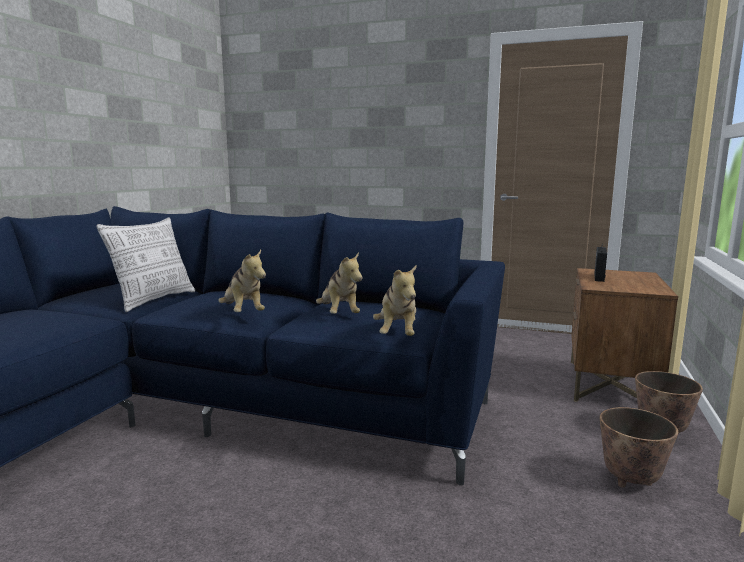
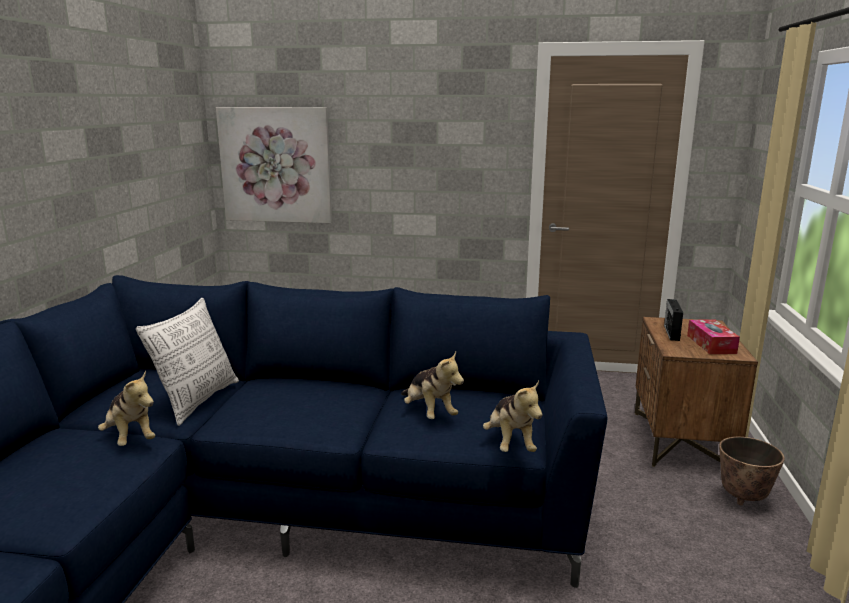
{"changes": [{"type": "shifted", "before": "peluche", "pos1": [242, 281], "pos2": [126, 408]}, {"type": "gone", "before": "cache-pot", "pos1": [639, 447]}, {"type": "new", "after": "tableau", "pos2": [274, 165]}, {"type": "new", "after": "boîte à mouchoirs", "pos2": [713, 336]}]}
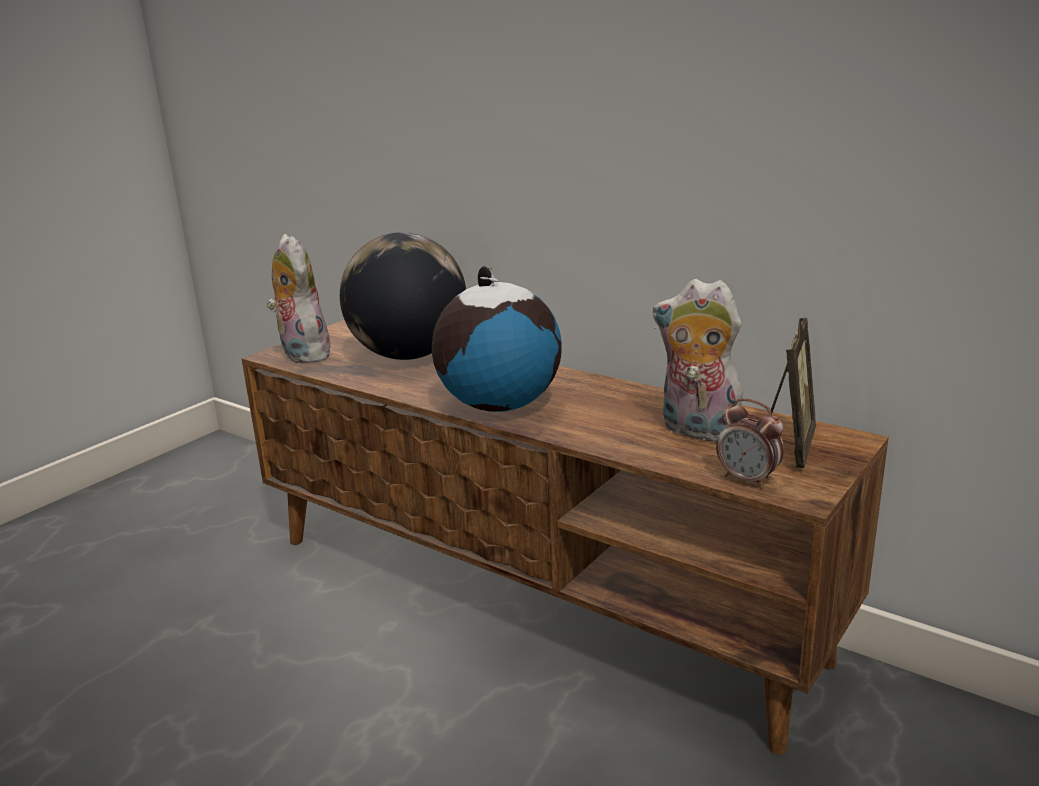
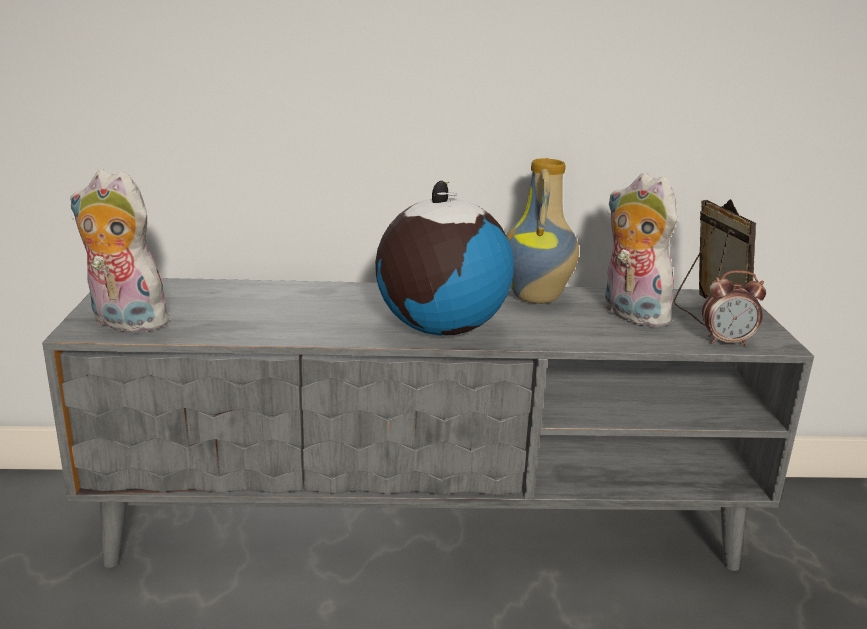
{"changes": [{"type": "repainted", "before": "meuble télé/marron", "after": "meuble télé/gris", "pos1": [565, 537], "pos2": [428, 424]}, {"type": "gone", "before": "globe", "pos1": [403, 296]}, {"type": "rotated", "before": "peluche", "pos1": [698, 360], "pos2": [641, 250], "turn": 60}, {"type": "new", "after": "vase", "pos2": [542, 231]}]}
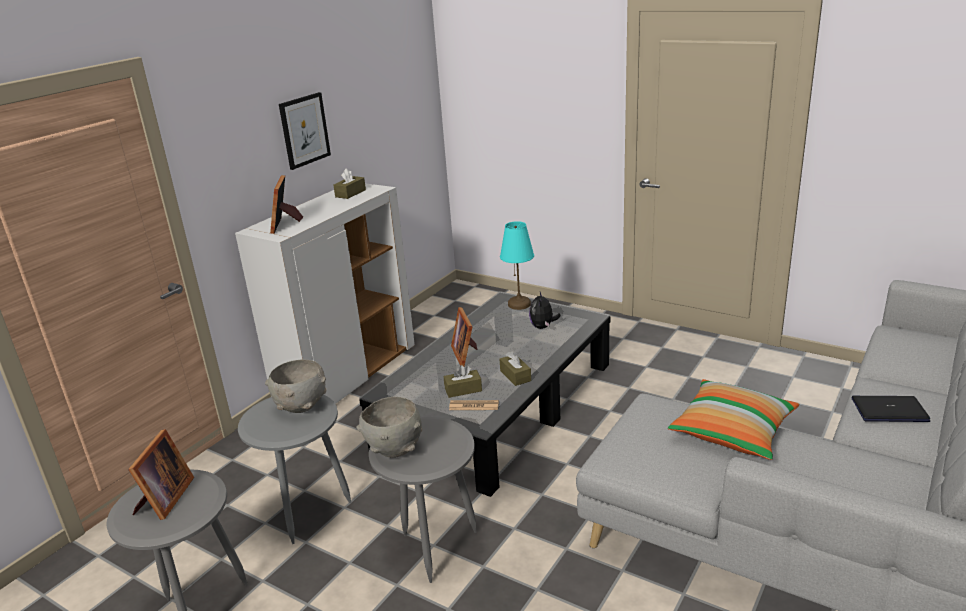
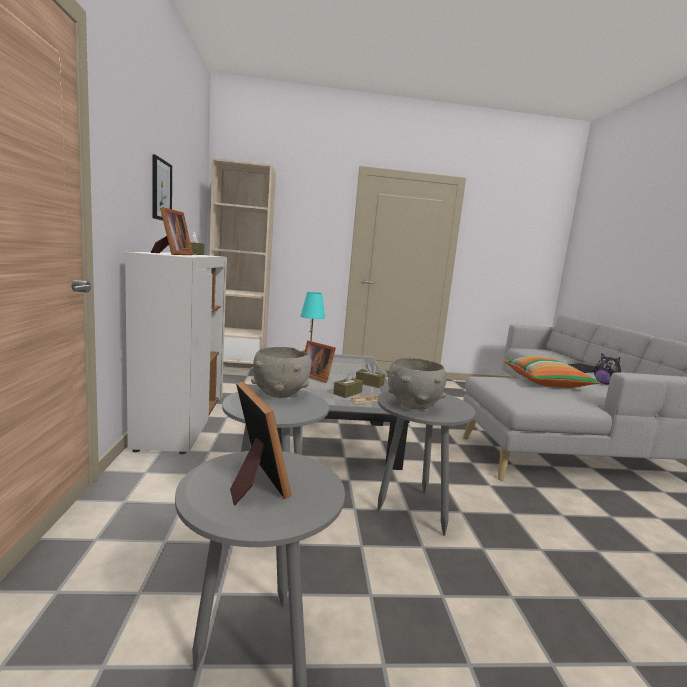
{"changes": [{"type": "rotated", "before": "cadre photo", "pos1": [286, 204], "pos2": [172, 231], "turn": -135}, {"type": "shifted", "before": "peluche", "pos1": [545, 310], "pos2": [607, 369]}, {"type": "new", "after": "bibliothèque/beige", "pos2": [243, 261]}]}
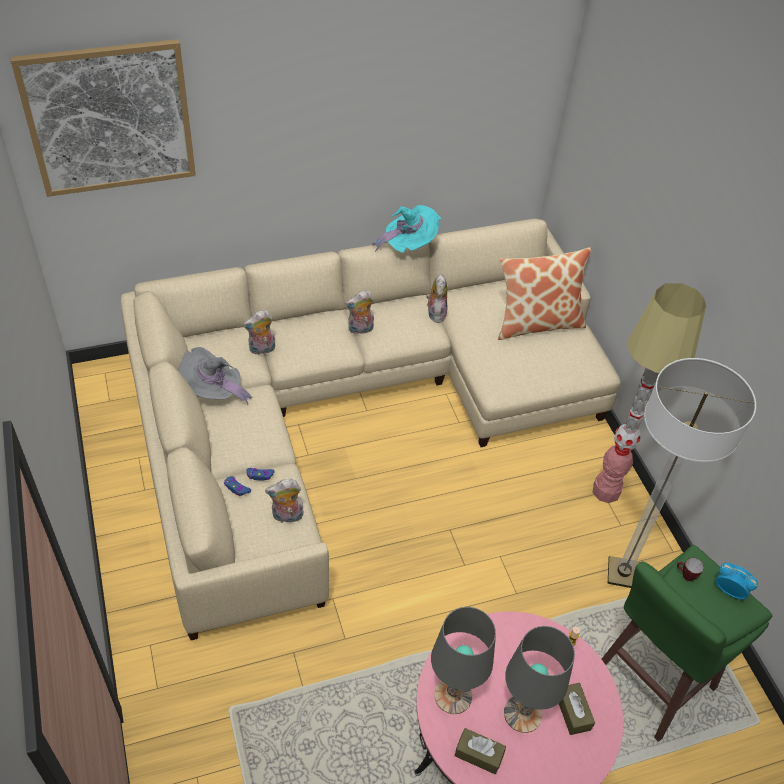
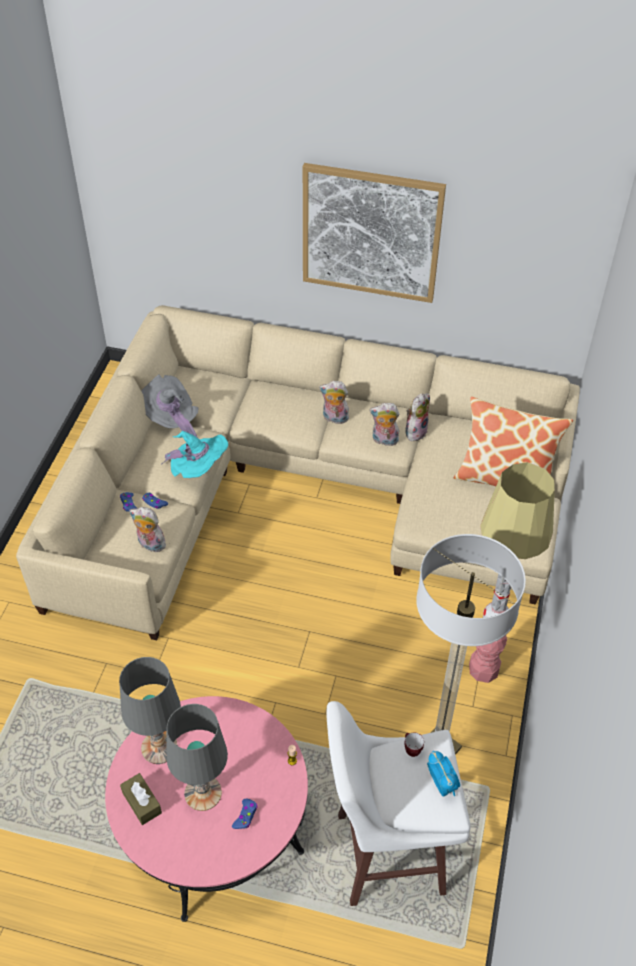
{"changes": [{"type": "shifted", "before": "tableau", "pos1": [103, 118], "pos2": [374, 233]}, {"type": "shifted", "before": "peluche", "pos1": [259, 332], "pos2": [384, 424]}, {"type": "shifted", "before": "chapeau/turquoise", "pos1": [406, 229], "pos2": [194, 454]}, {"type": "swapped", "before": "boîte à mouchoirs/marron", "after": "manette/bleu", "pos1": [577, 709], "pos2": [245, 814]}, {"type": "repainted", "before": "tabouret/vert", "after": "tabouret/blanc", "pos1": [687, 643], "pos2": [398, 803]}]}
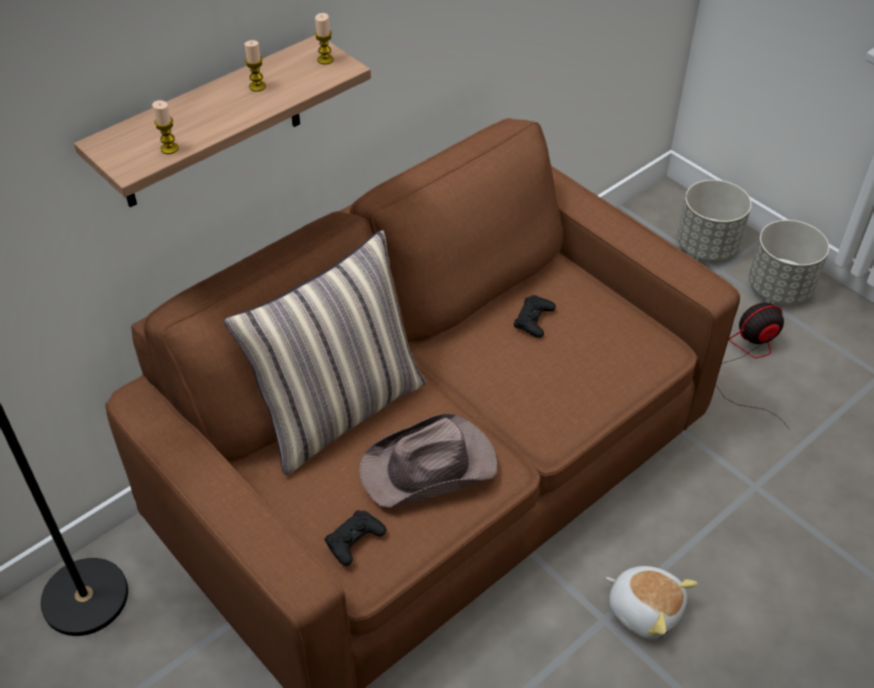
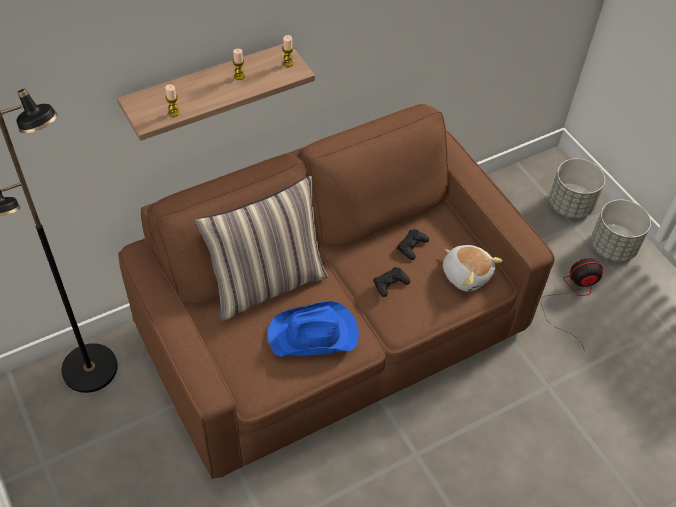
{"changes": [{"type": "shifted", "before": "manette/noir", "pos1": [355, 538], "pos2": [391, 282]}, {"type": "repainted", "before": "chapeau/marron", "after": "chapeau/bleu", "pos1": [428, 460], "pos2": [313, 329]}, {"type": "shifted", "before": "peluche", "pos1": [652, 603], "pos2": [473, 268]}]}
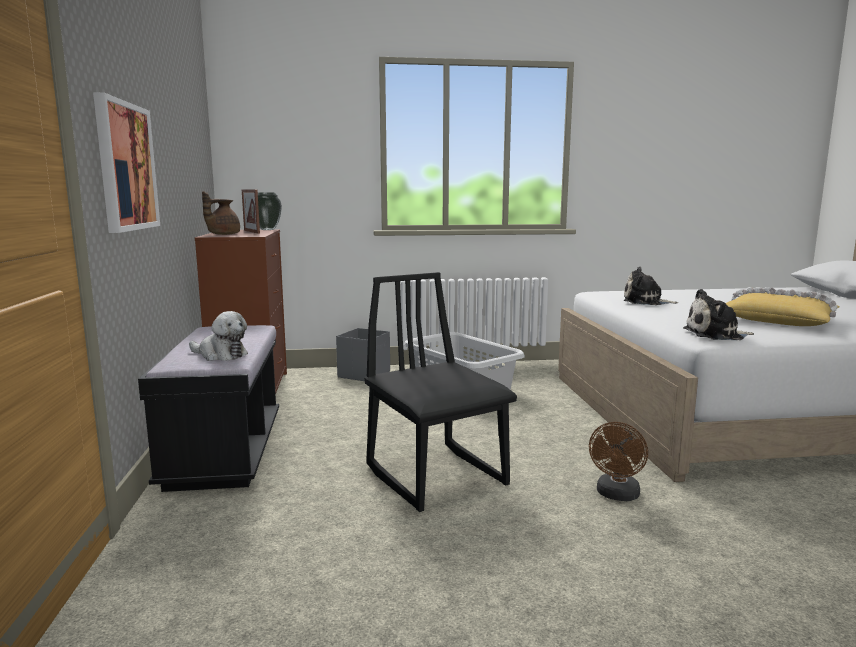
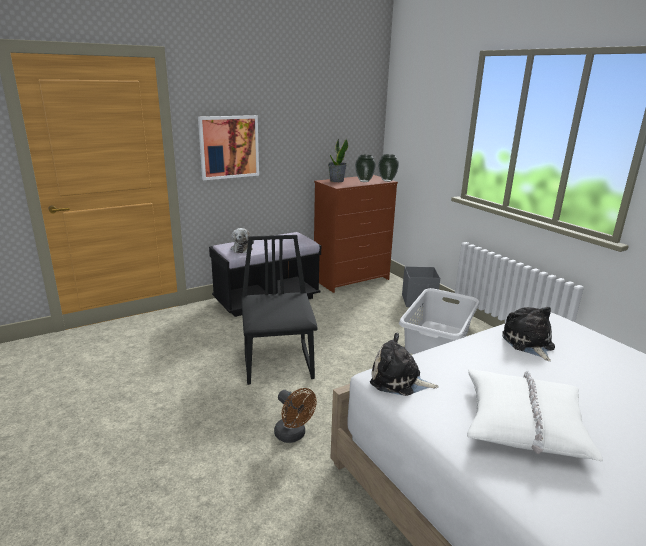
{"changes": [{"type": "swapped", "before": "théière/marron", "after": "plante en pot", "pos1": [221, 213], "pos2": [338, 160]}, {"type": "swapped", "before": "cadre photo", "after": "vase", "pos1": [251, 211], "pos2": [365, 168]}, {"type": "rotated", "before": "chaise/noir", "pos1": [440, 392], "pos2": [279, 310], "turn": -45}, {"type": "rotated", "before": "ventilateur/marron", "pos1": [618, 461], "pos2": [295, 415], "turn": -135}, {"type": "rotated", "before": "peluche", "pos1": [718, 314], "pos2": [404, 364], "turn": -45}, {"type": "repainted", "before": "coussin/jaune", "after": "coussin/blanc", "pos1": [783, 306], "pos2": [535, 415]}]}
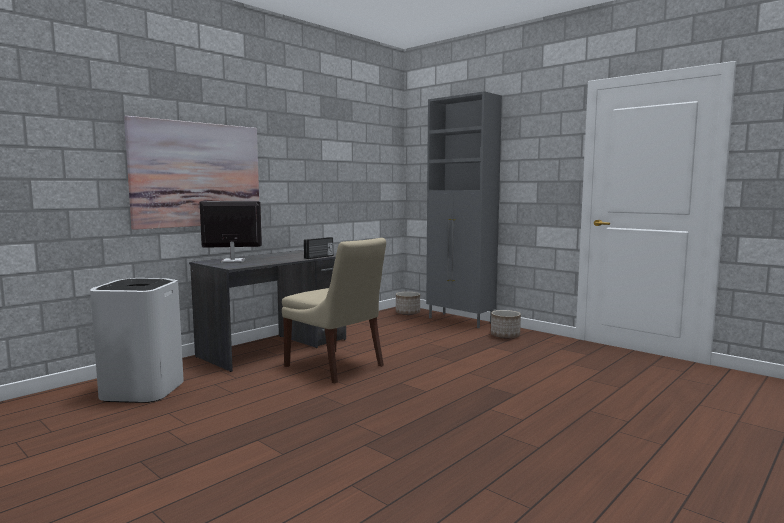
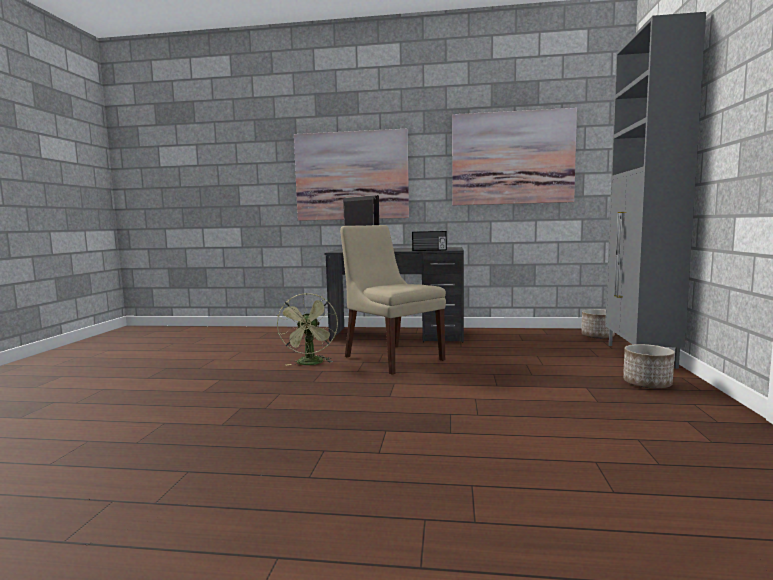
{"changes": [{"type": "gone", "before": "poubelle/blanc", "pos1": [137, 340]}, {"type": "rotated", "before": "chaise/beige", "pos1": [334, 311], "pos2": [393, 300], "turn": 135}, {"type": "new", "after": "ventilateur/vert", "pos2": [307, 329]}, {"type": "new", "after": "tableau", "pos2": [514, 156]}]}
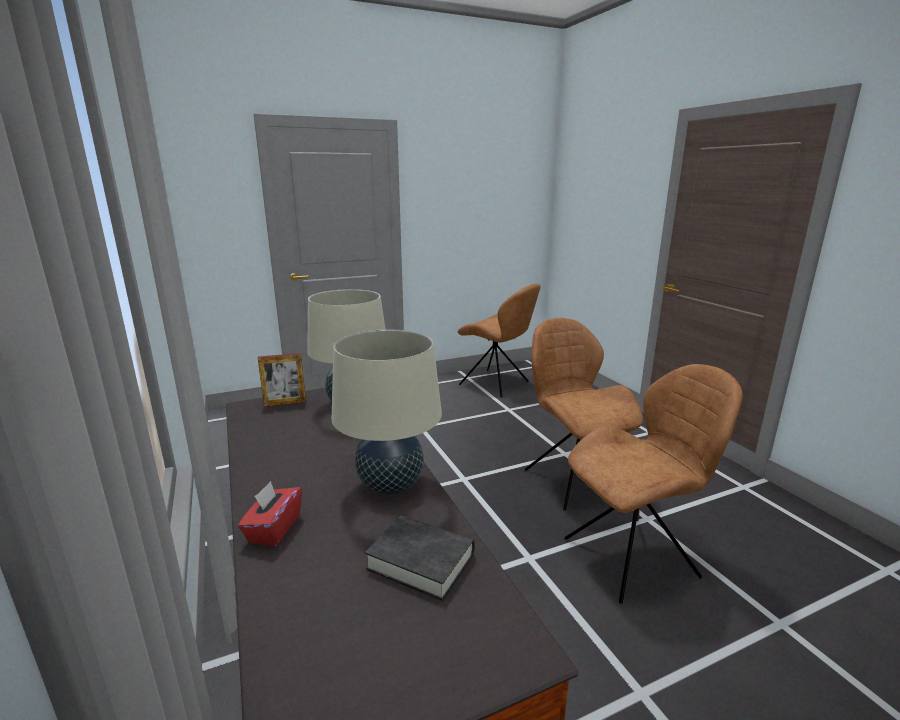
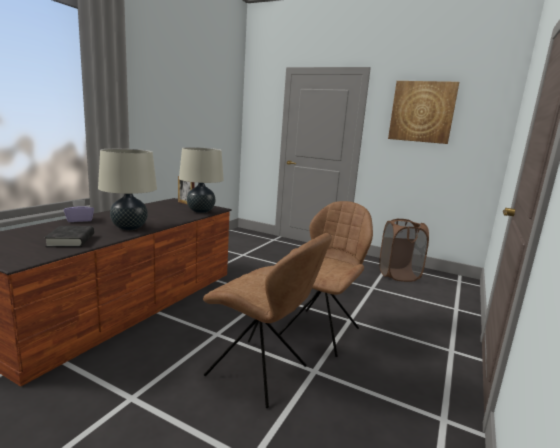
{"changes": [{"type": "repainted", "before": "boîte à mouchoirs/rouge", "after": "boîte à mouchoirs/violet", "pos1": [270, 513], "pos2": [79, 211]}, {"type": "swapped", "before": "chaise/marron", "after": "panier à linge/marron", "pos1": [499, 340], "pos2": [404, 250]}, {"type": "new", "after": "tableau", "pos2": [423, 112]}]}
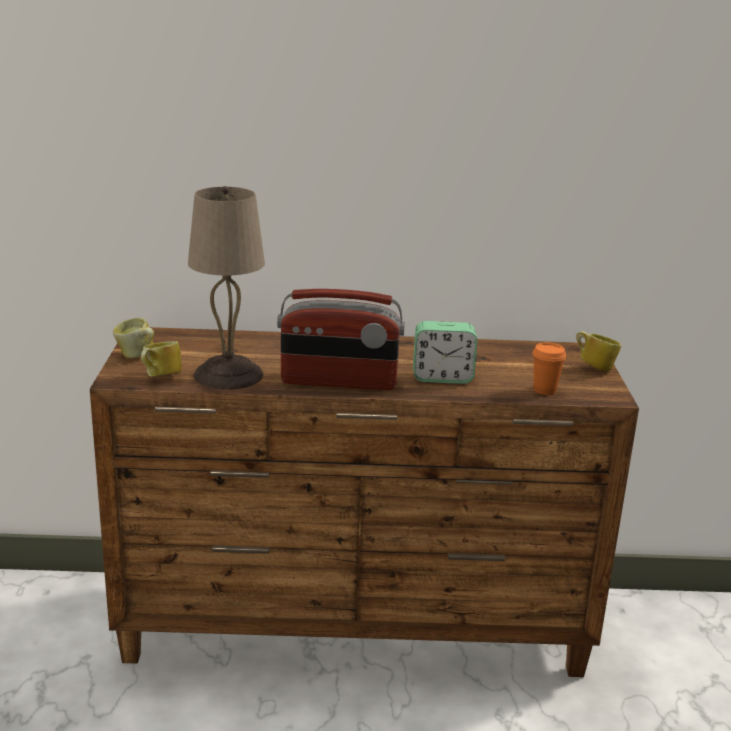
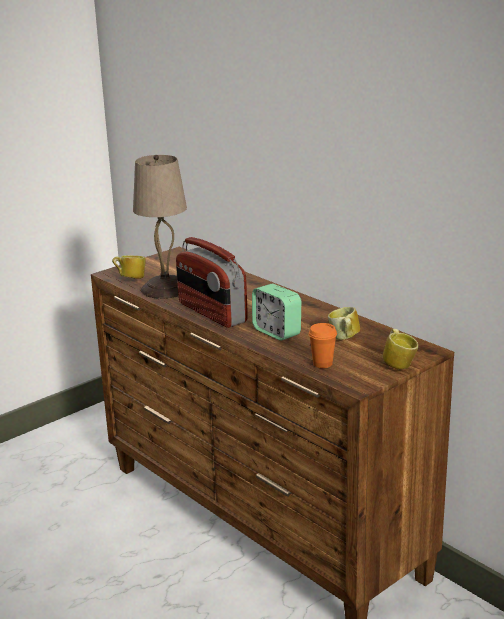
{"changes": [{"type": "shifted", "before": "mug", "pos1": [133, 337], "pos2": [344, 323]}]}
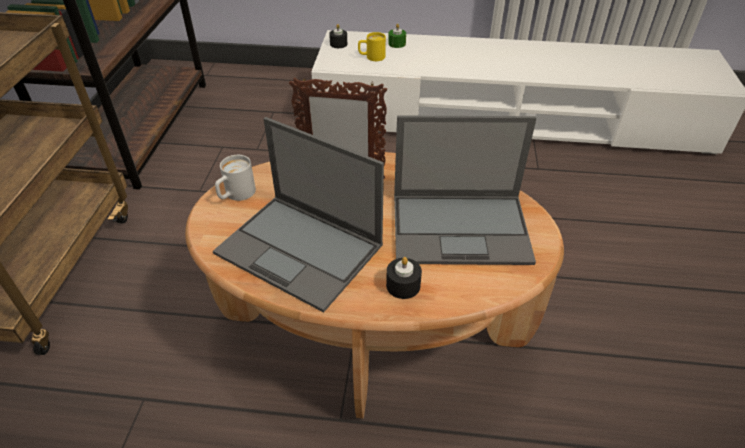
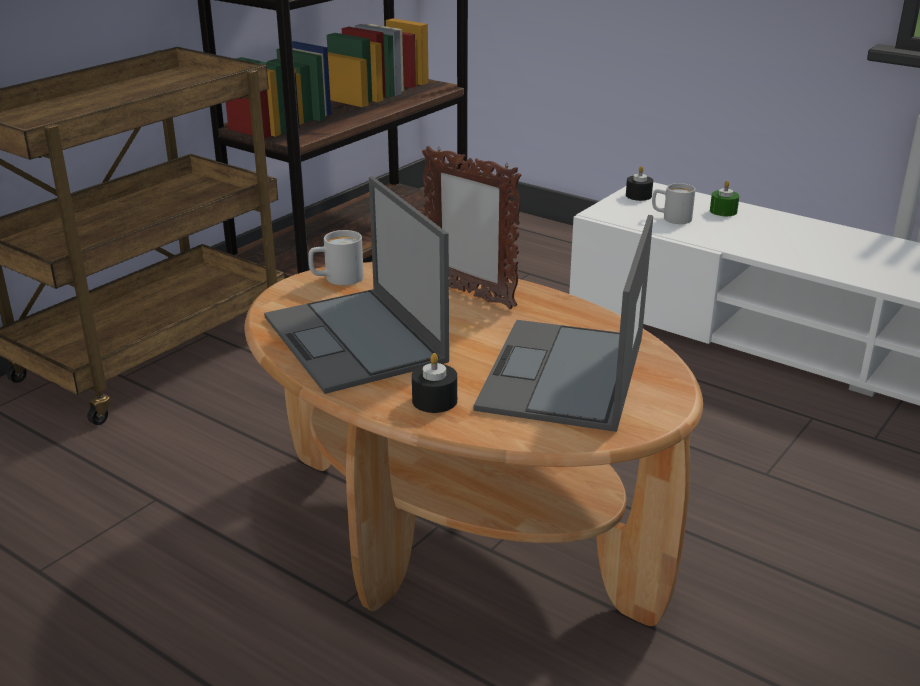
{"changes": [{"type": "repainted", "before": "mug/jaune", "after": "mug/blanc", "pos1": [372, 46], "pos2": [674, 203]}, {"type": "rotated", "before": "ordinateur portable", "pos1": [465, 190], "pos2": [563, 323], "turn": 75}]}
